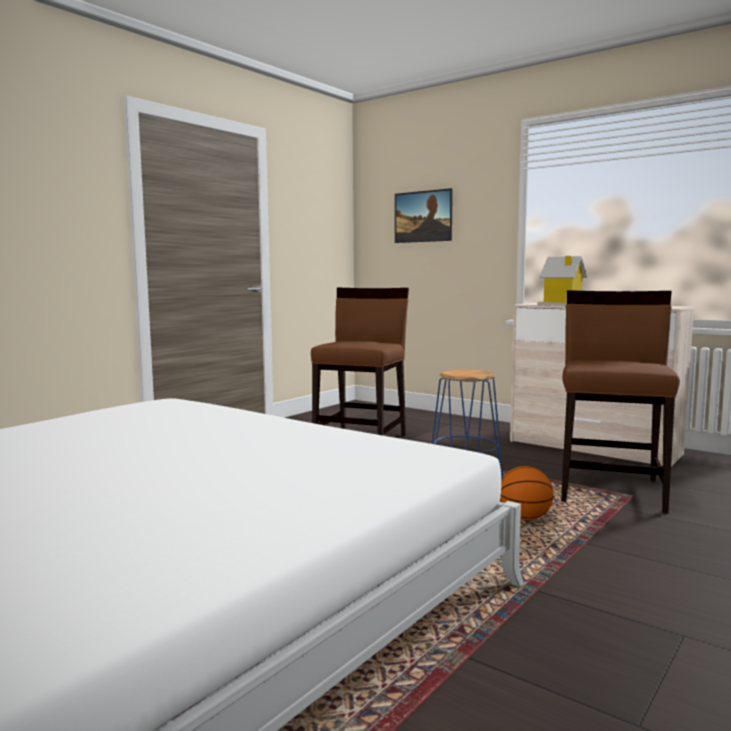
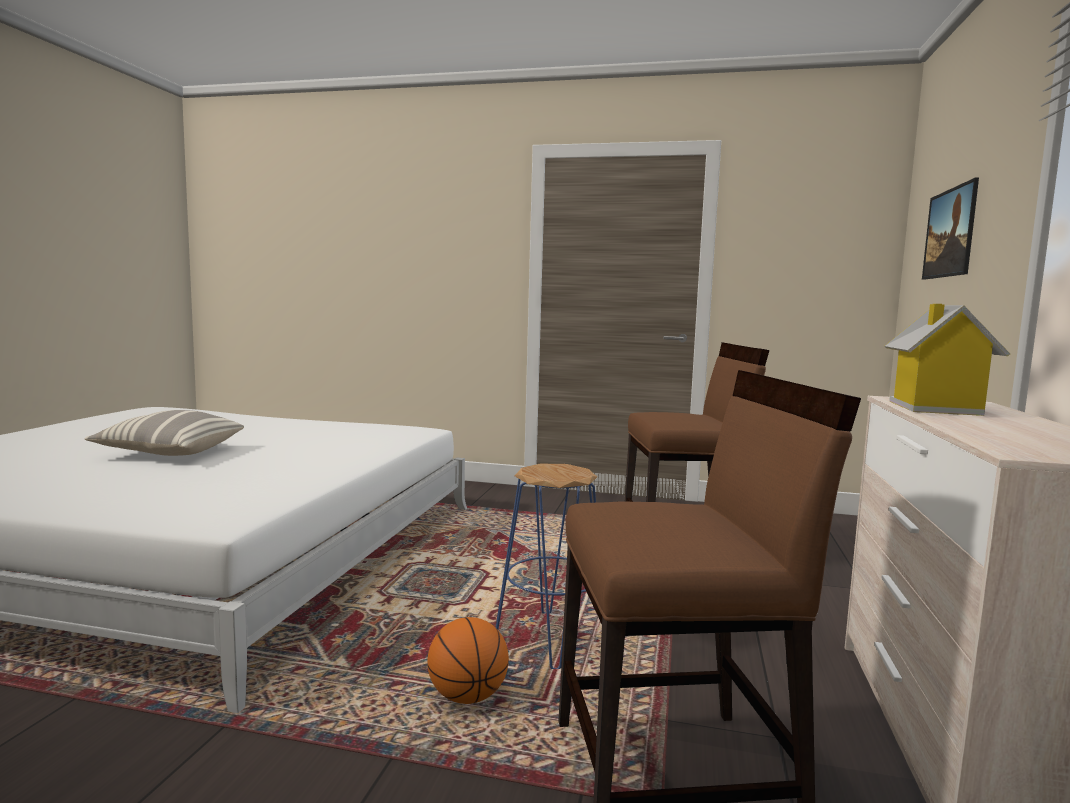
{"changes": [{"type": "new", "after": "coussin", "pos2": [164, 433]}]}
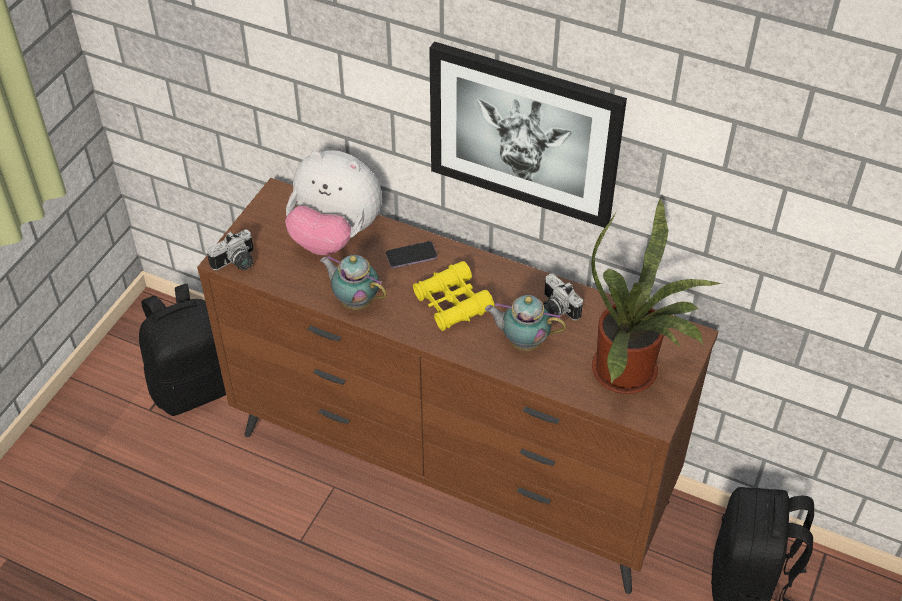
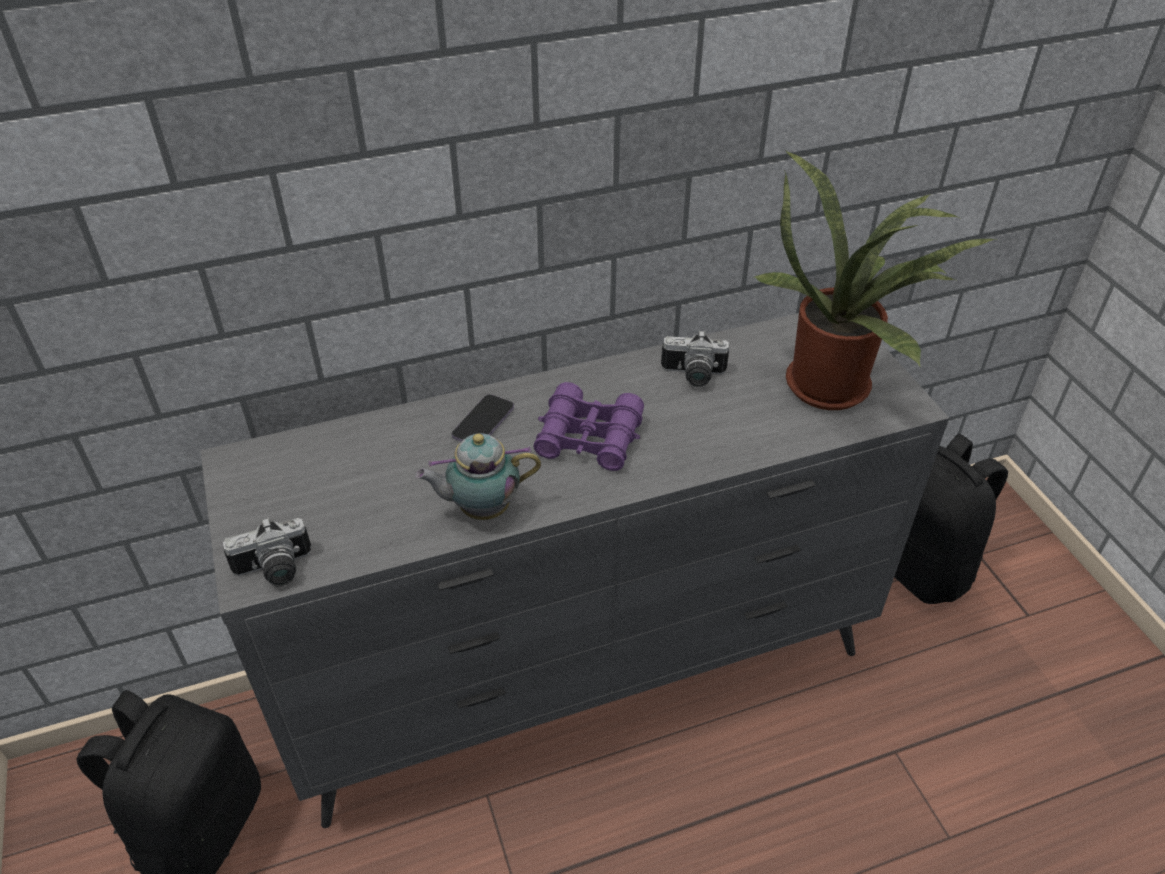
{"changes": [{"type": "repainted", "before": "commode/marron", "after": "commode/gris", "pos1": [458, 386], "pos2": [574, 570]}, {"type": "rotated", "before": "appareil photo", "pos1": [230, 249], "pos2": [267, 551], "turn": 60}, {"type": "gone", "before": "peluche", "pos1": [333, 203]}, {"type": "repainted", "before": "jumelles/jaune", "after": "jumelles/violet", "pos1": [453, 296], "pos2": [588, 426]}, {"type": "gone", "before": "tableau", "pos1": [528, 134]}, {"type": "gone", "before": "théière", "pos1": [525, 323]}]}
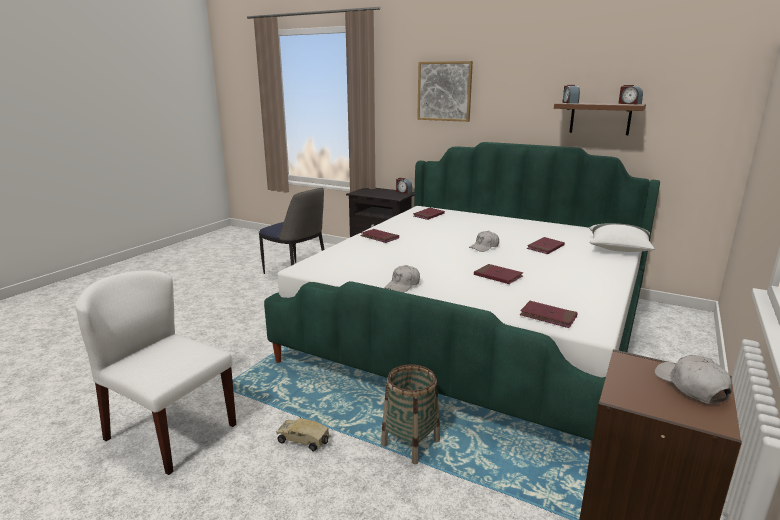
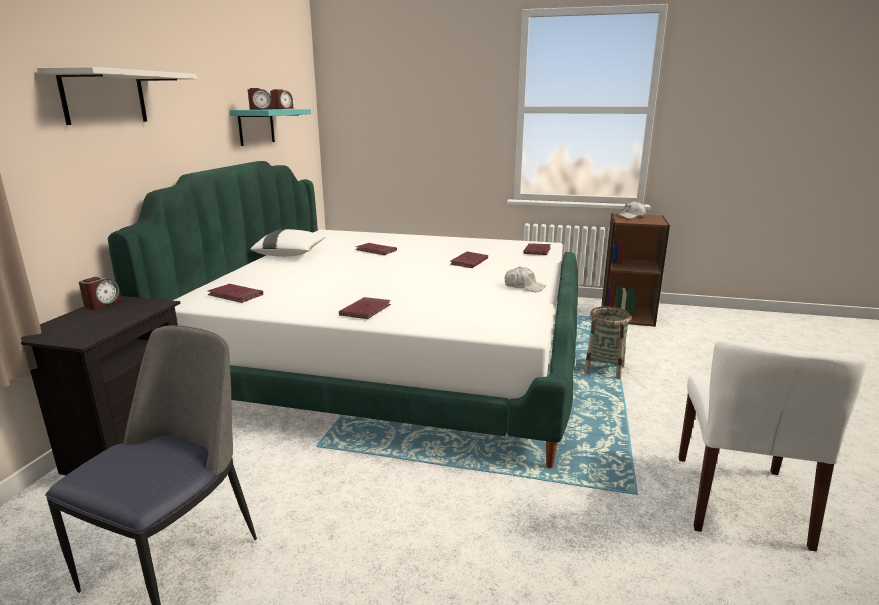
{"changes": [{"type": "gone", "before": "camion jouet", "pos1": [303, 434]}, {"type": "swapped", "before": "tableau", "after": "étagère/blanc", "pos1": [445, 91], "pos2": [117, 96]}, {"type": "gone", "before": "casquette/blanc", "pos1": [484, 241]}, {"type": "repainted", "before": "étagère/marron", "after": "étagère/turquoise", "pos1": [600, 118], "pos2": [270, 127]}, {"type": "shifted", "before": "coussin/blanc", "pos1": [621, 237], "pos2": [288, 243]}]}
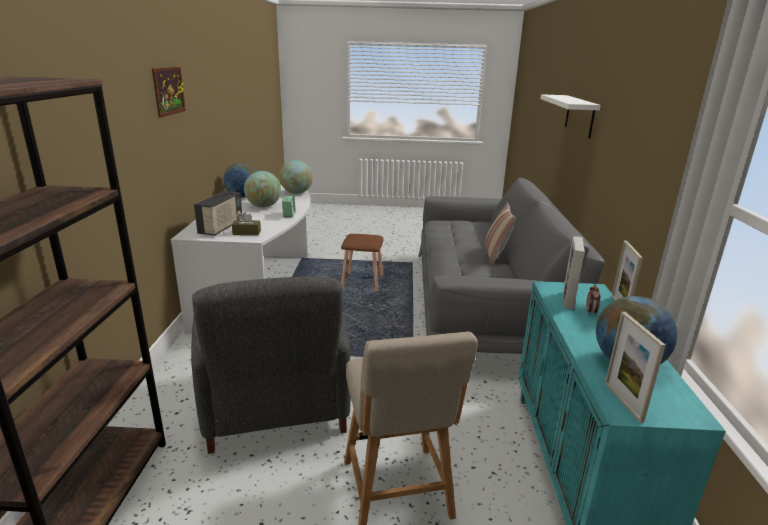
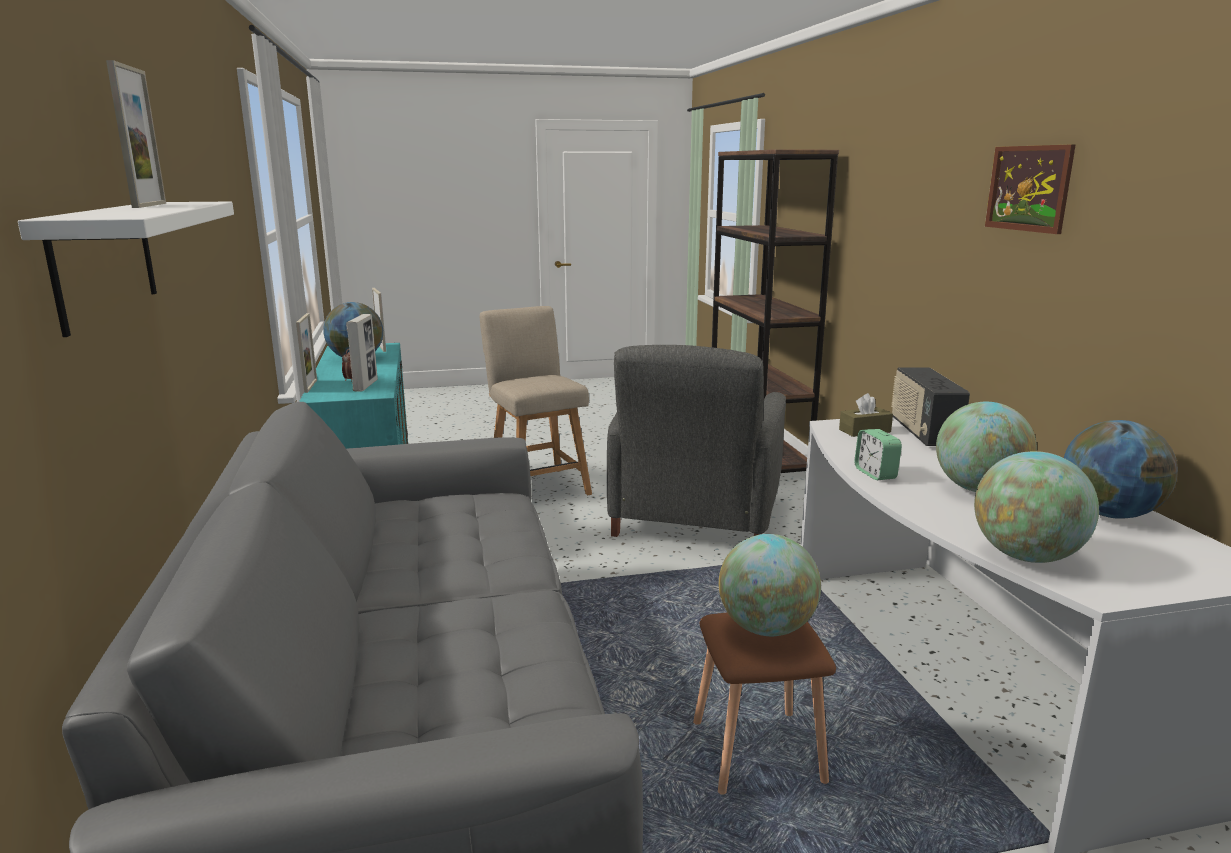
{"changes": [{"type": "rotated", "before": "fauteuil/gris", "pos1": [271, 365], "pos2": [696, 441], "turn": -135}, {"type": "gone", "before": "coussin", "pos1": [500, 234]}, {"type": "new", "after": "cadre photo", "pos2": [136, 134]}, {"type": "new", "after": "globe", "pos2": [770, 585]}]}
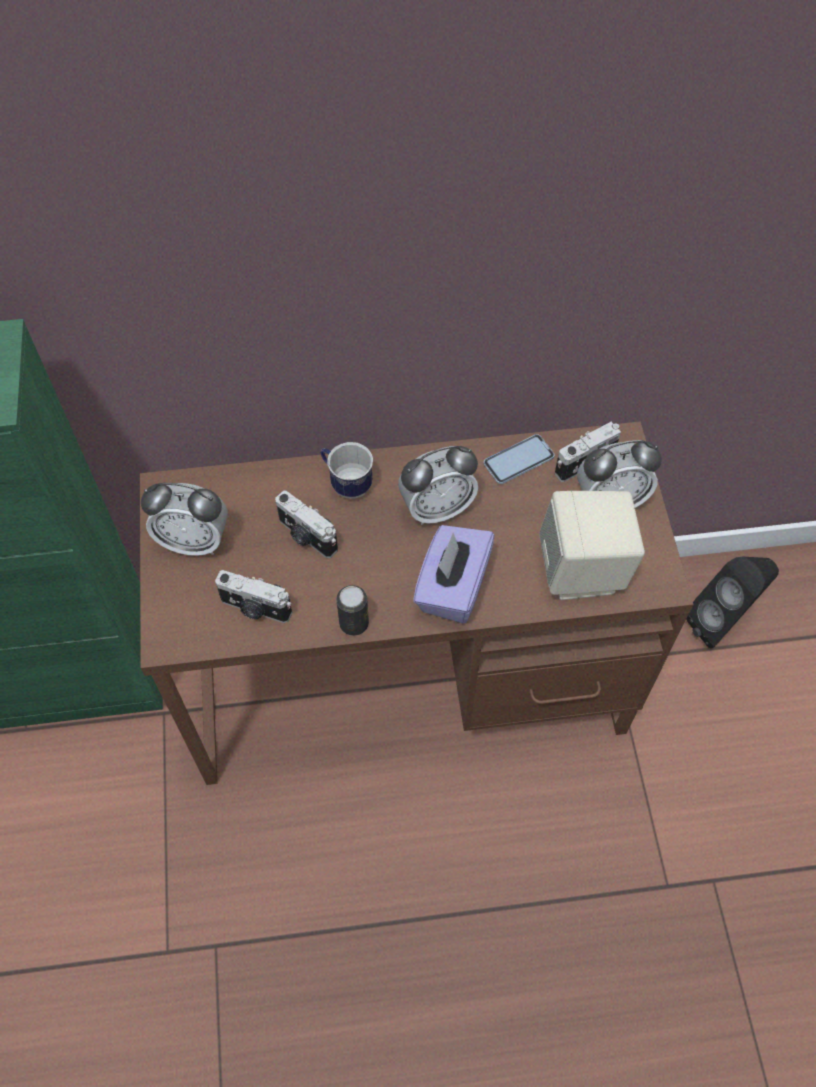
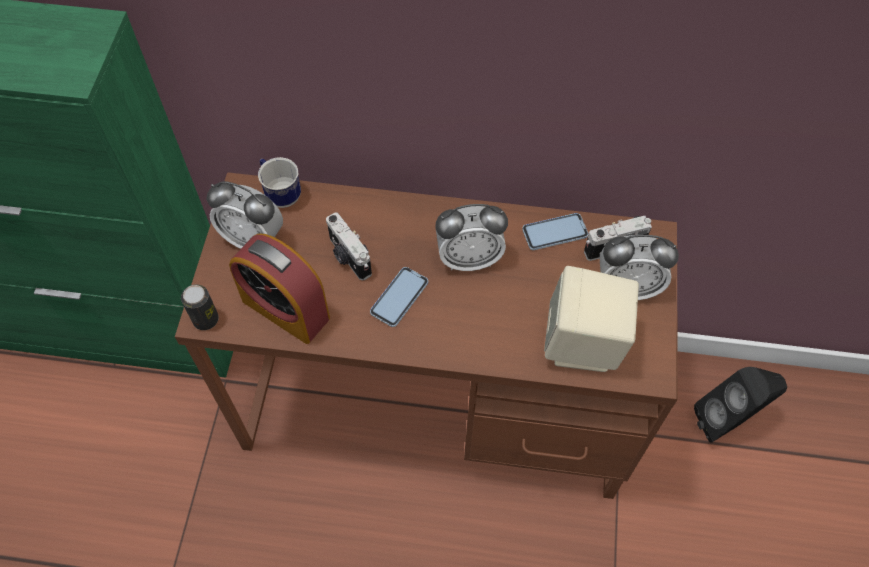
{"changes": [{"type": "swapped", "before": "appareil photo", "after": "réveil", "pos1": [253, 596], "pos2": [279, 288]}, {"type": "shifted", "before": "mug", "pos1": [347, 470], "pos2": [279, 182]}, {"type": "shifted", "before": "boîte métallique", "pos1": [352, 610], "pos2": [200, 307]}, {"type": "gone", "before": "boîte à mouchoirs/violet", "pos1": [454, 574]}, {"type": "new", "after": "téléphone", "pos2": [399, 297]}]}
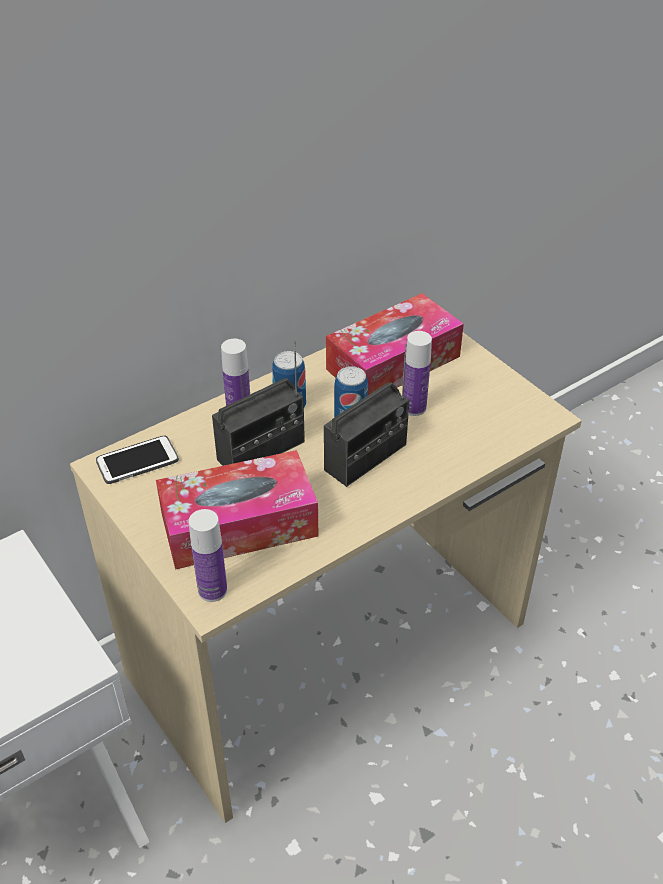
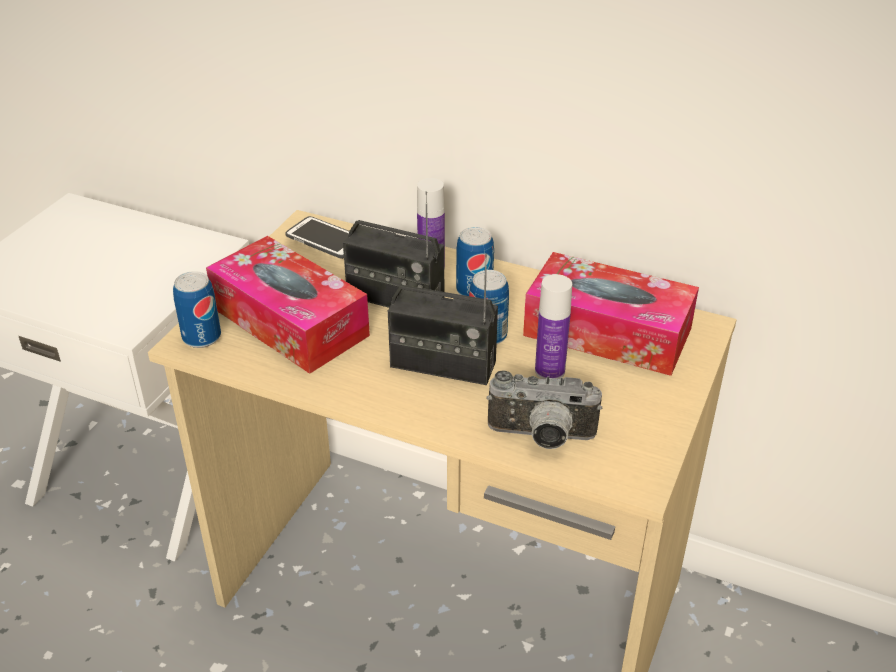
{"changes": [{"type": "swapped", "before": "bouteille", "after": "boîte métallique", "pos1": [207, 555], "pos2": [197, 309]}, {"type": "new", "after": "appareil photo", "pos2": [545, 409]}]}
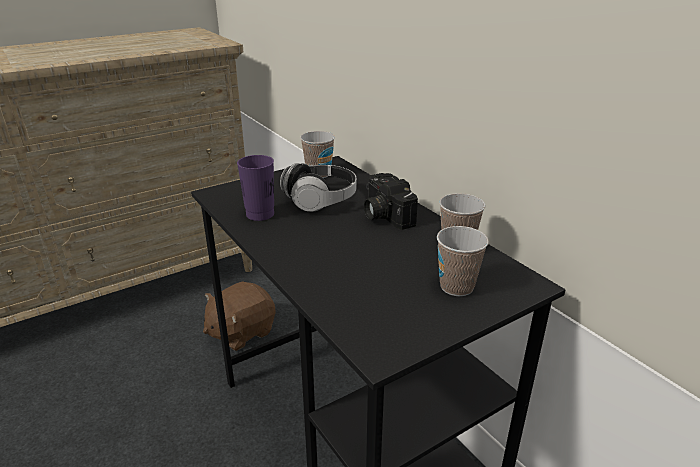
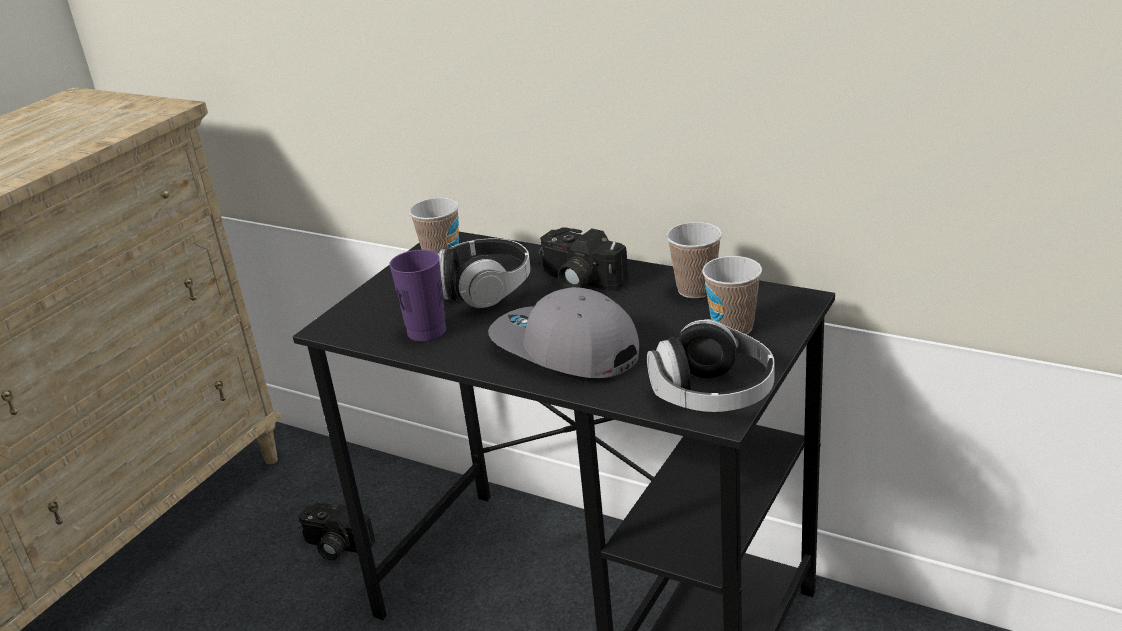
{"changes": [{"type": "swapped", "before": "peluche/marron", "after": "appareil photo", "pos1": [239, 316], "pos2": [336, 531]}, {"type": "new", "after": "casquette/gris", "pos2": [563, 332]}, {"type": "new", "after": "casque audio", "pos2": [711, 365]}]}
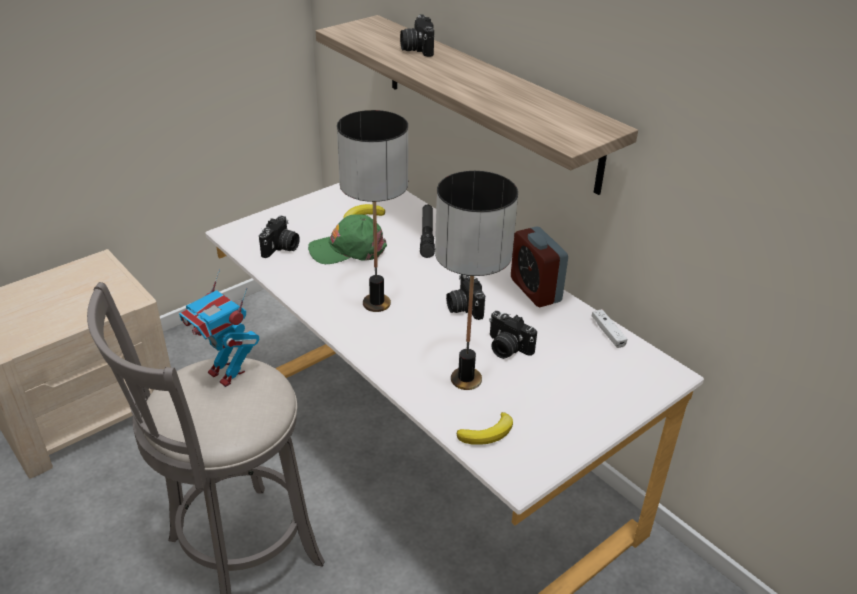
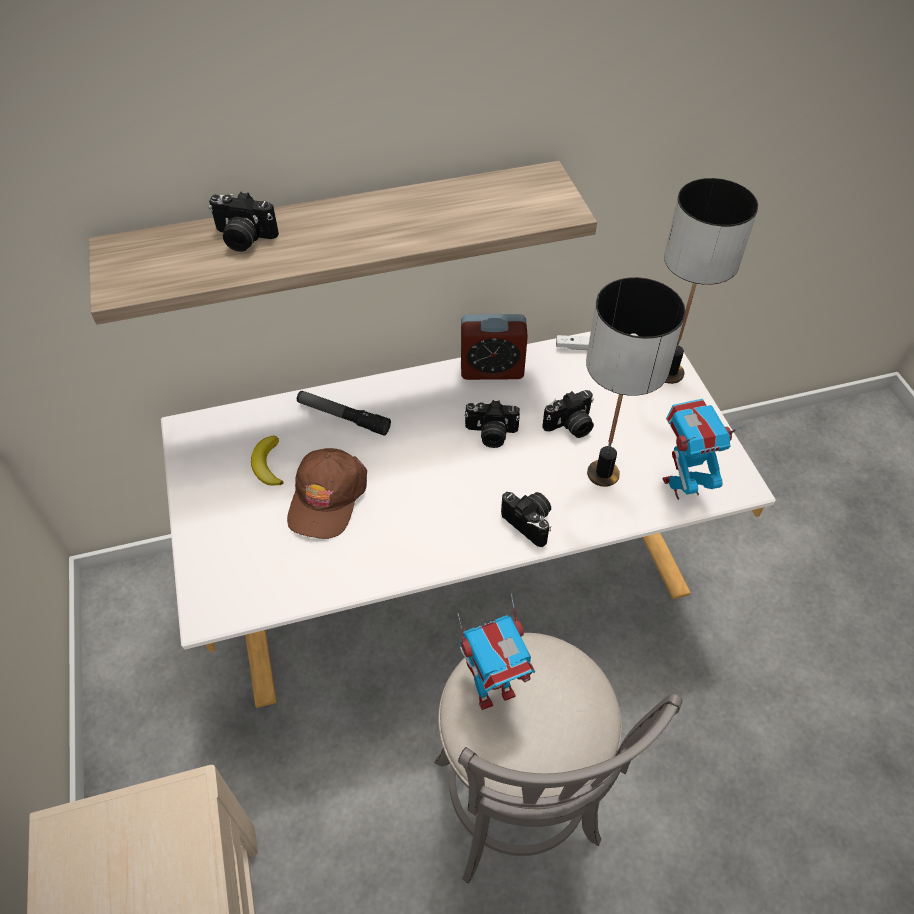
{"changes": [{"type": "shifted", "before": "appareil photo", "pos1": [279, 237], "pos2": [526, 519]}, {"type": "repainted", "before": "casquette/vert", "after": "casquette/marron", "pos1": [347, 239], "pos2": [327, 493]}, {"type": "shifted", "before": "lampe de table", "pos1": [372, 211], "pos2": [711, 281]}, {"type": "swapped", "before": "banane", "after": "robot jouet", "pos1": [485, 428], "pos2": [702, 449]}]}
